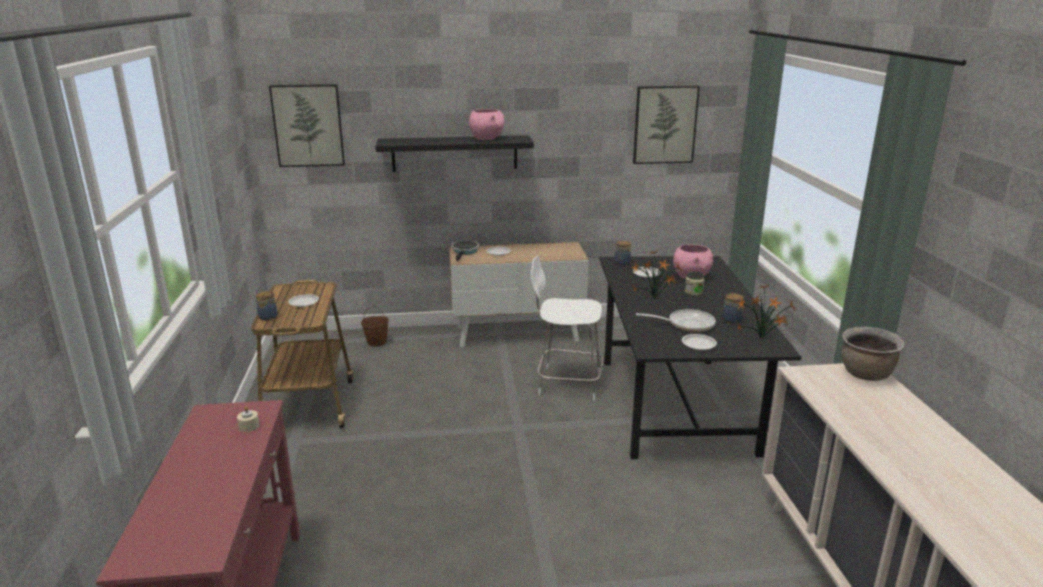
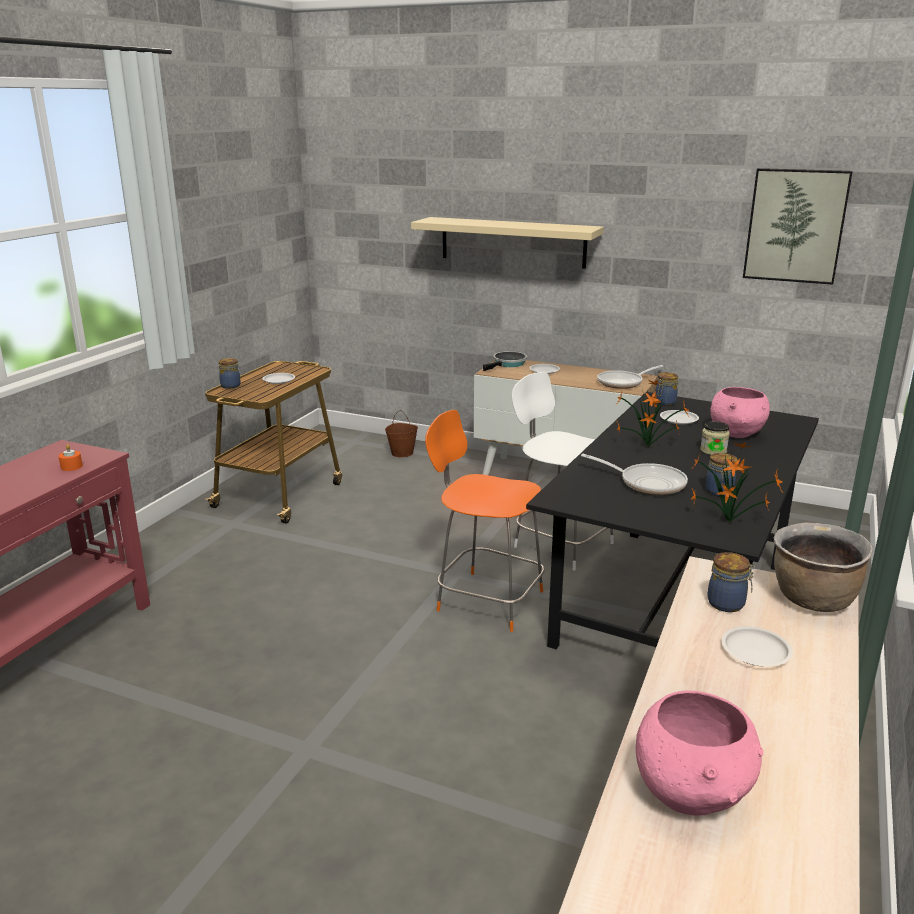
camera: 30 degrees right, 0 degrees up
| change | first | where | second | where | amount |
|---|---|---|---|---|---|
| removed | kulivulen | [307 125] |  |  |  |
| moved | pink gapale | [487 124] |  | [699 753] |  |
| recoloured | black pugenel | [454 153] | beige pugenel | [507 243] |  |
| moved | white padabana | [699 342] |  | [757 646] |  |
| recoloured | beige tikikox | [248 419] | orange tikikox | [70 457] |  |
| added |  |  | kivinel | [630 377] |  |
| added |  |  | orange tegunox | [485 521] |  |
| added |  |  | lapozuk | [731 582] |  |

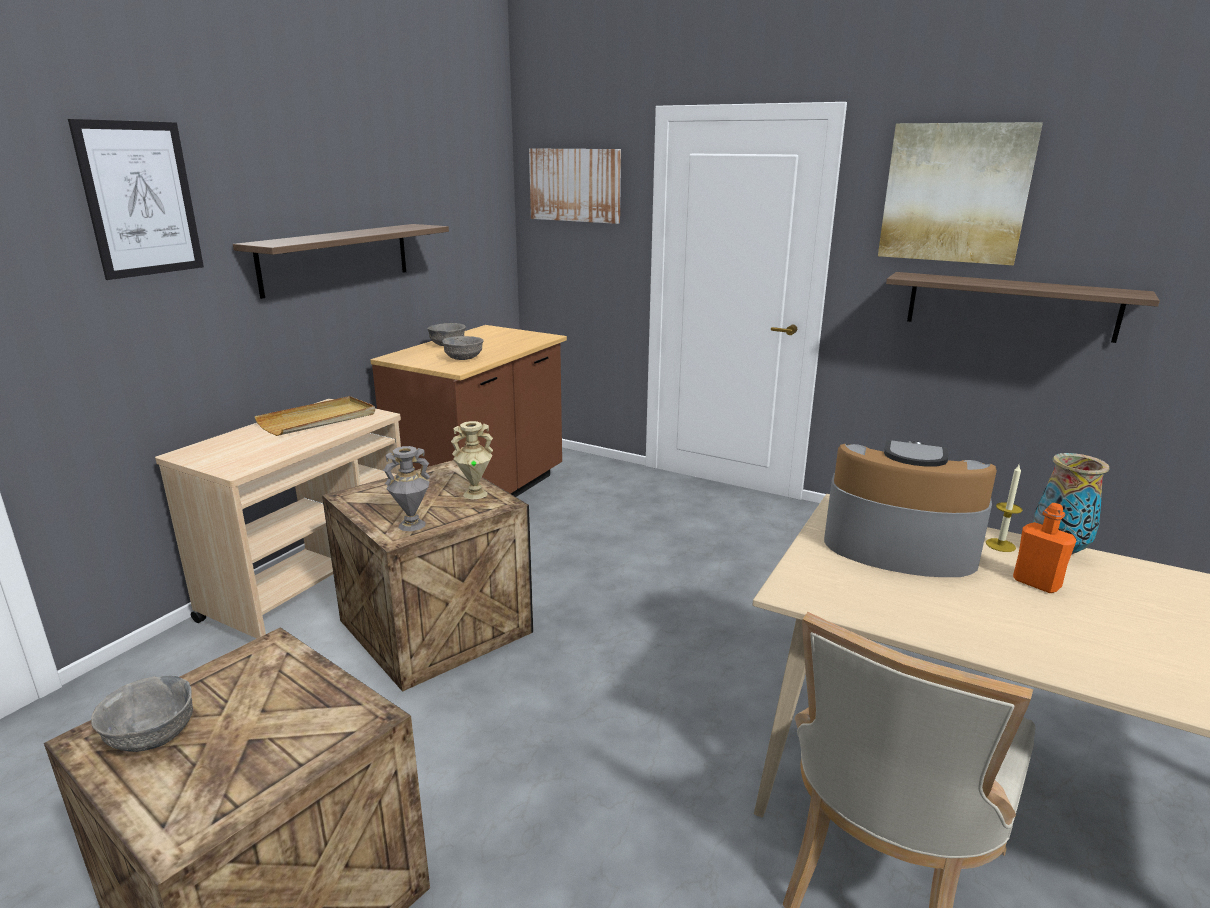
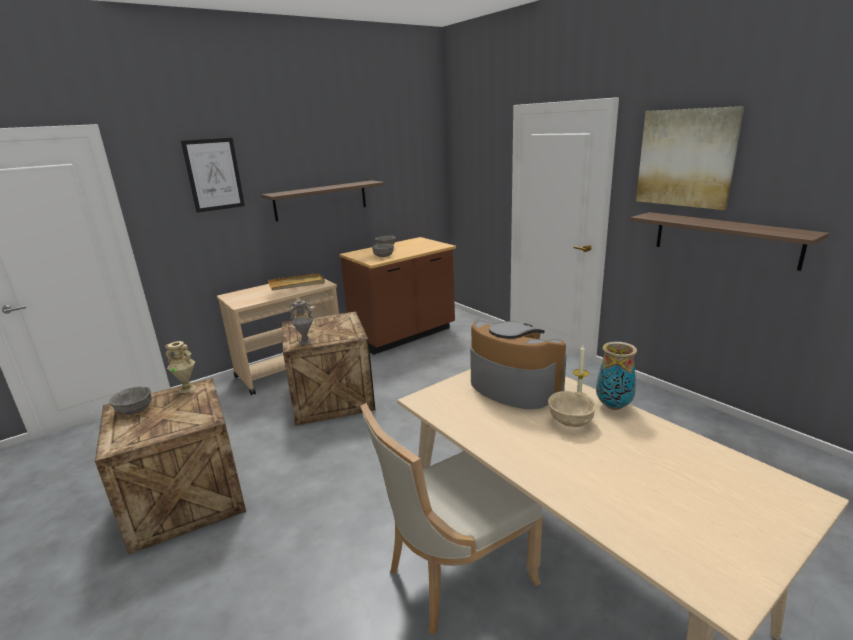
camera: 25 degrees right, 0 degrees up
| change | first | where | second | where | amount |
|---|---|---|---|---|---|
| removed | kulivulen | [575 186] |  |  |  |
| moved | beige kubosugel | [472 460] |  | [180 367] |  |
| replaced | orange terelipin | [1044 548] | beige gapale | [572 409] |  |

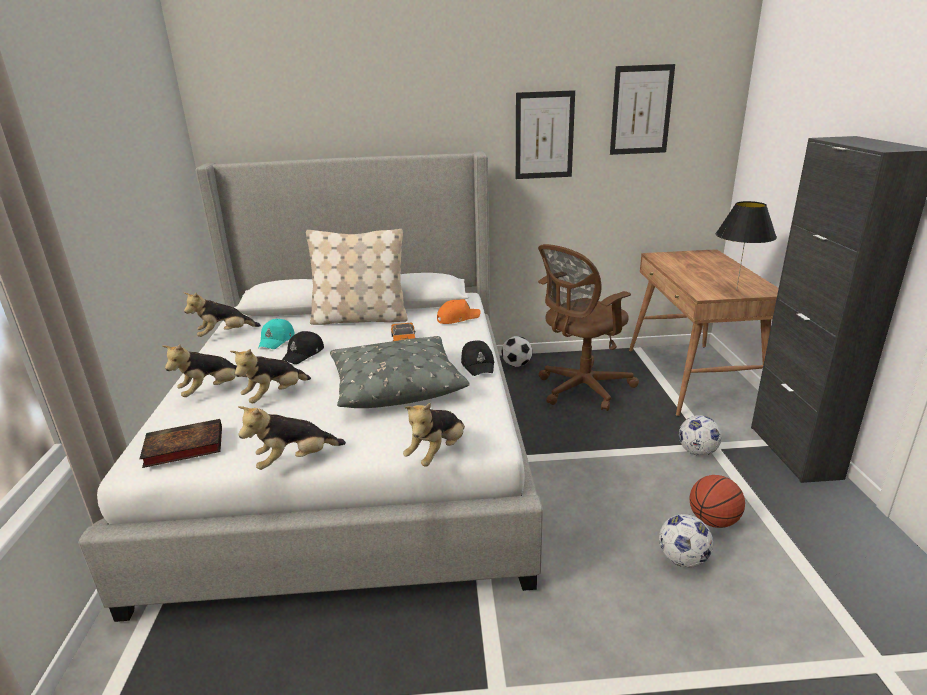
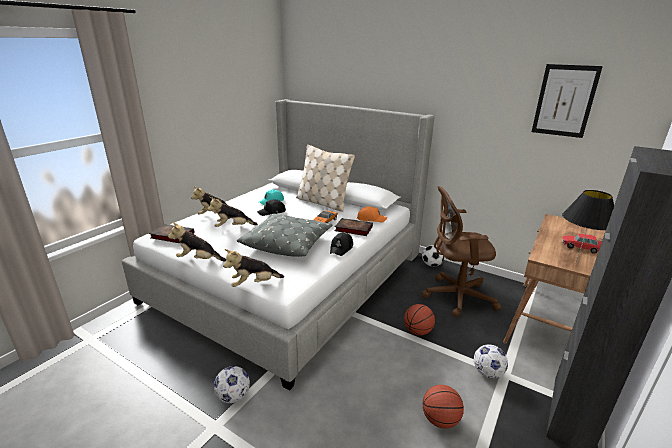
camera: 35 degrees right, 0 degrees up
| change | first | where | second | where | amount |
|---|---|---|---|---|---|
| removed | kulivulen | [545 134] |  |  |  |
| removed | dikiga | [222 315] |  |  |  |
| moved | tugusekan | [686 541] |  | [232 384] |  |
| added |  |  | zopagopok | [354 227] |  |
| added |  |  | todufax | [582 243] |  |
| added |  |  | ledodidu | [419 319] |  |

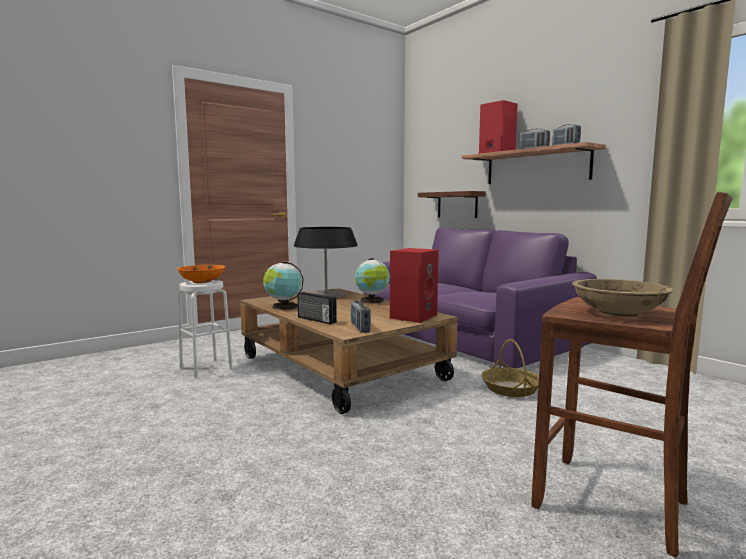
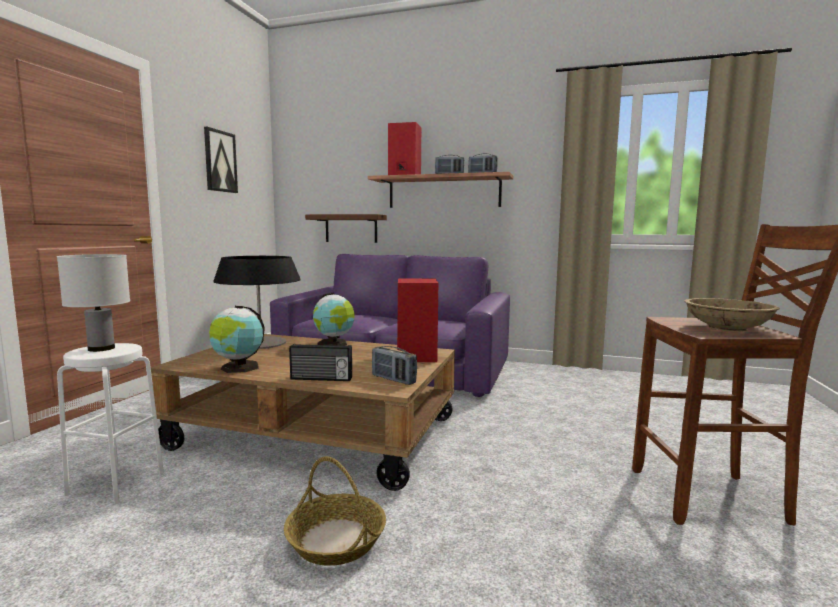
camera: 35 degrees left, 0 degrees up
| change | first | where | second | where | amount |
|---|---|---|---|---|---|
| replaced | orange gapale | [201 274] | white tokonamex | [93 303] |  |
| moved | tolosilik | [510 368] |  | [335 511] |  |
| added |  |  | kulivulen | [221 160] |  |

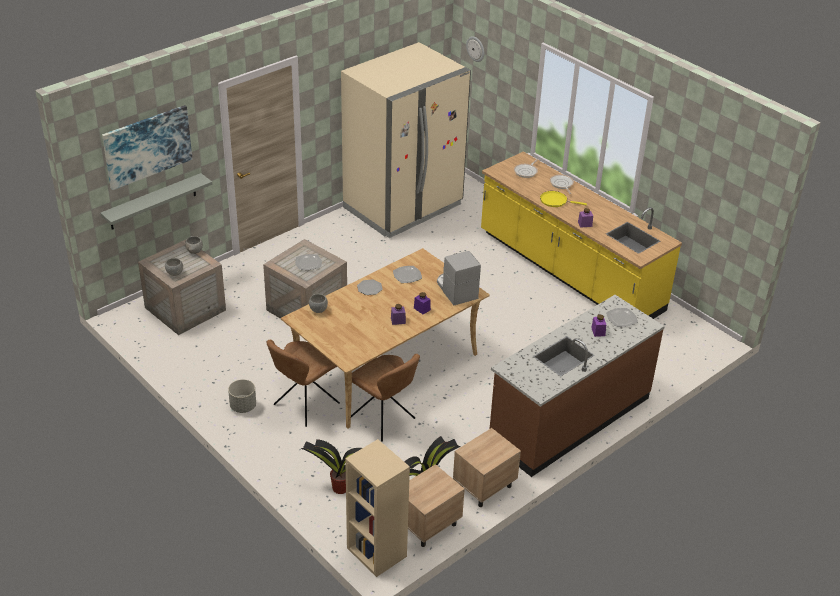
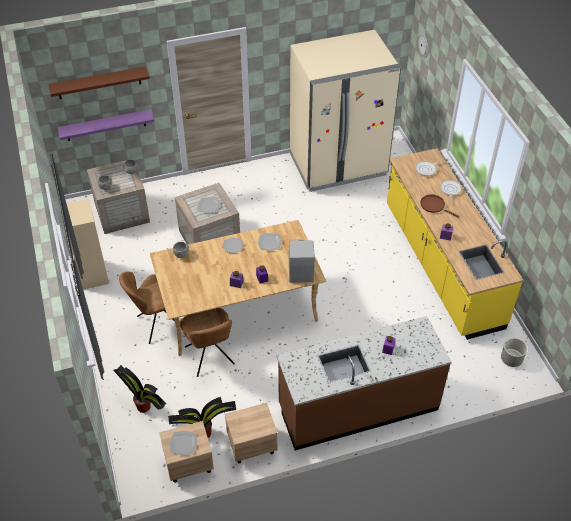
camera: 25 degrees right, 10 degrees up
| change | first | where | second | where | amount |
|---|---|---|---|---|---|
| replaced | kulivulen | [147 147] | brown pugenel | [99 82] |  |
| recoloured | grey pugenel | [156 201] | purple pugenel | [105 125] |  |
| recoloured | yellow kivinel | [563 199] | brown kivinel | [439 206] |  |
| moved | padabana | [622 317] |  | [183 443] |  |
| moved | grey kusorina | [242 396] |  | [514 352] |  |
| moved | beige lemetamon | [377 508] |  | [87 244] |  |

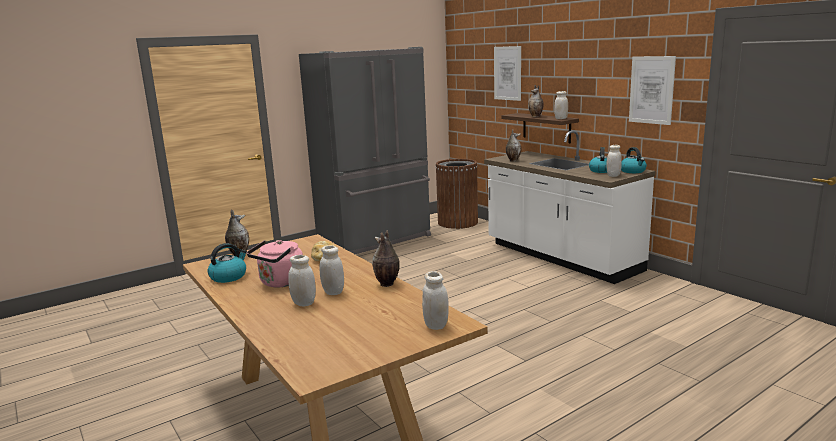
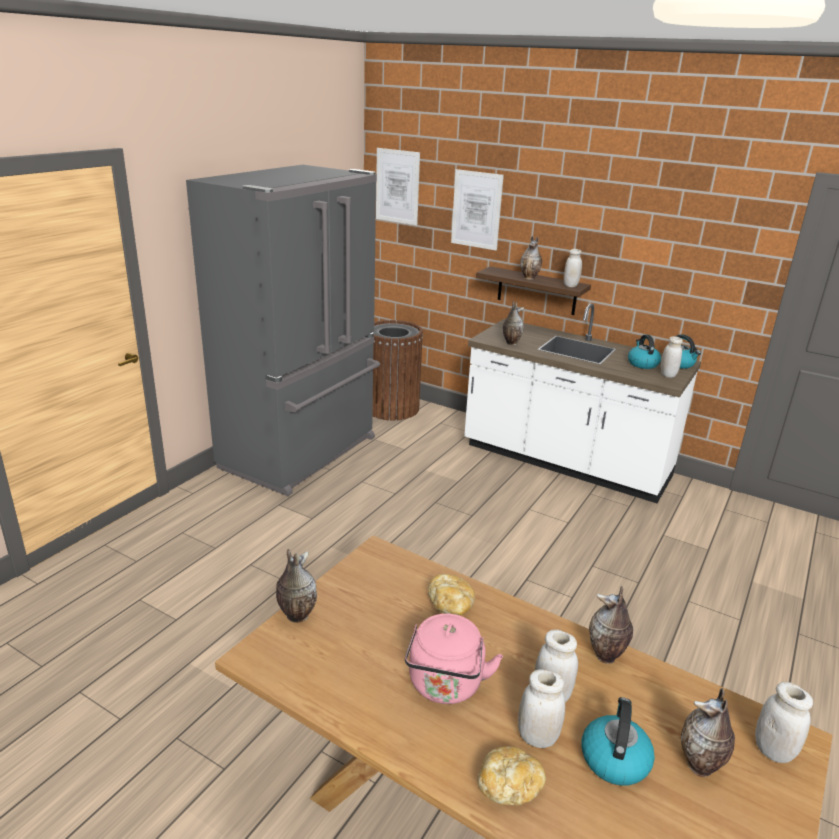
camera: 25 degrees left, 10 degrees up
| change | first | where | second | where | amount |
|---|---|---|---|---|---|
| moved | kulivulen | [652 90] |  | [398 186] |  |
| moved | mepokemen | [227 263] |  | [618 741] |  |
| added |  |  | kubosugel | [708 732] |  |
| added |  |  | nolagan | [511 776] |  |

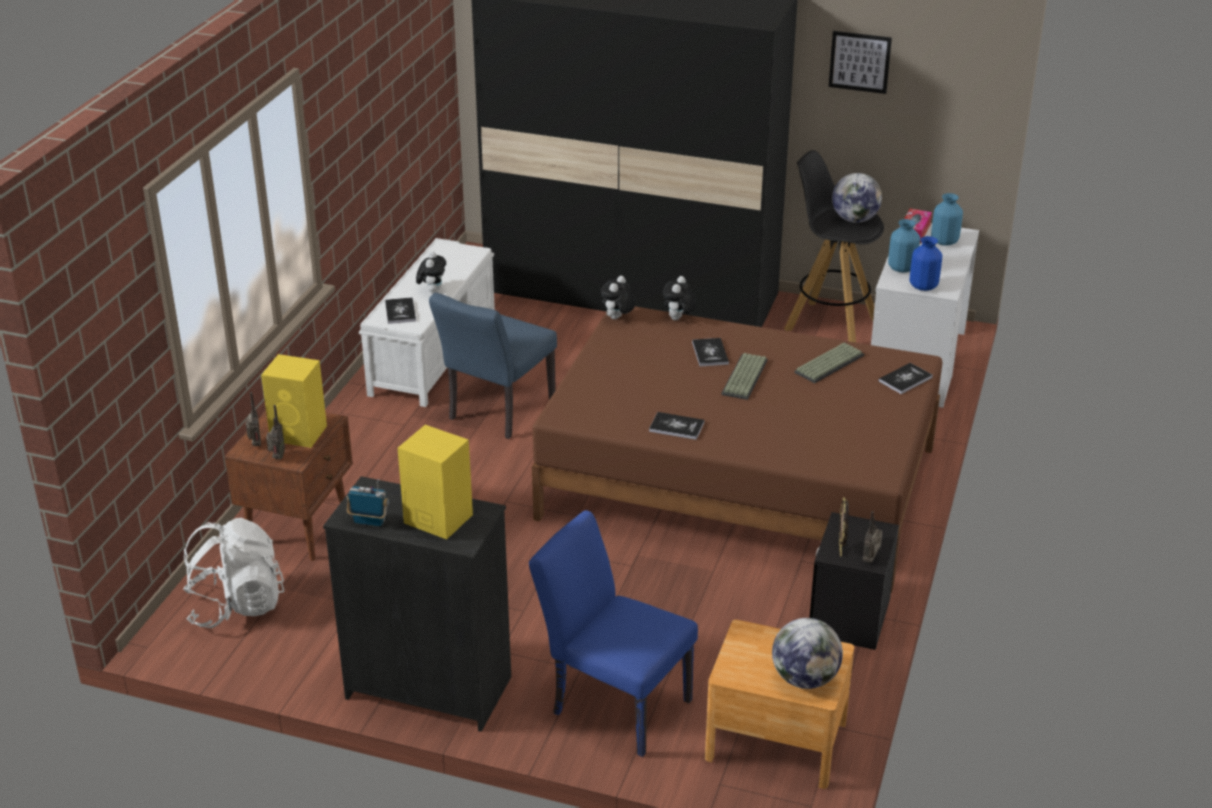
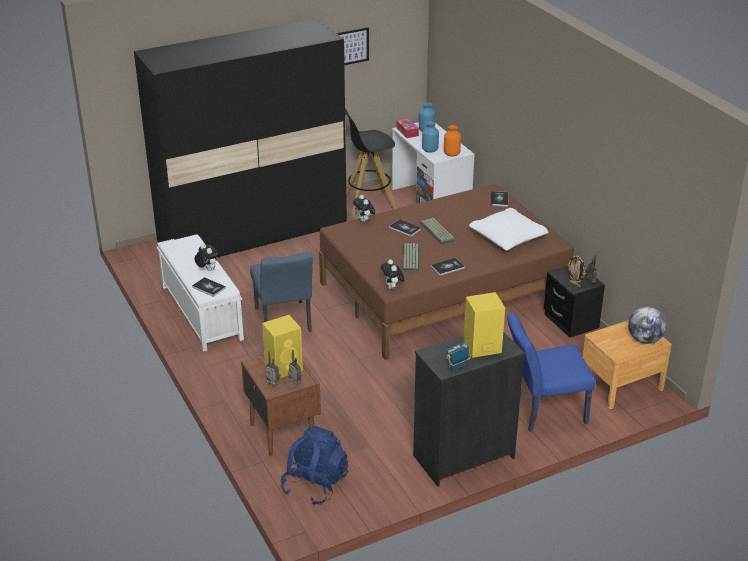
camera: 45 degrees left, 0 degrees up
| change | first | where | second | where | amount |
|---|---|---|---|---|---|
| removed | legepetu | [857 198] |  |  |  |
| recoloured | blue kubosugel | [926 263] | orange kubosugel | [452 140] |  |
| moved | dikiga | [617 297] |  | [392 274] |  |
| moved | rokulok | [829 363] |  | [411 257] |  |
| recoloured | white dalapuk | [233 573] | blue dalapuk | [314 465] |  |
| added |  |  | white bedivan | [508 229] |  |

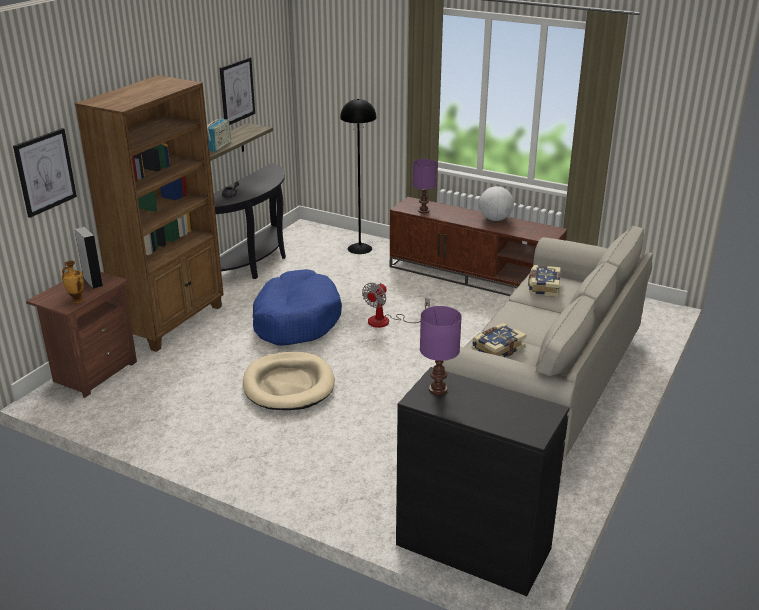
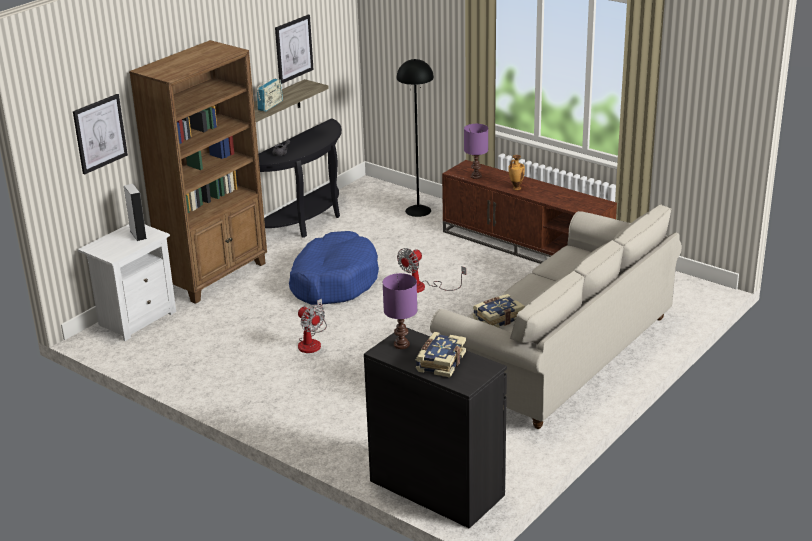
camera: 10 degrees right, 0 degrees up
| change | first | where | second | where | amount |
|---|---|---|---|---|---|
| removed | legepetu | [496 203] |  |  |  |
| moved | kubosugel | [73 282] |  | [516 172] |  |
| moved | zopagopok | [544 281] |  | [441 355] |  |
| recoloured | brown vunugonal | [81 334] | white vunugonal | [127 282] |  |
| replaced | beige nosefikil | [289 381] | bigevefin | [312 326] |  |

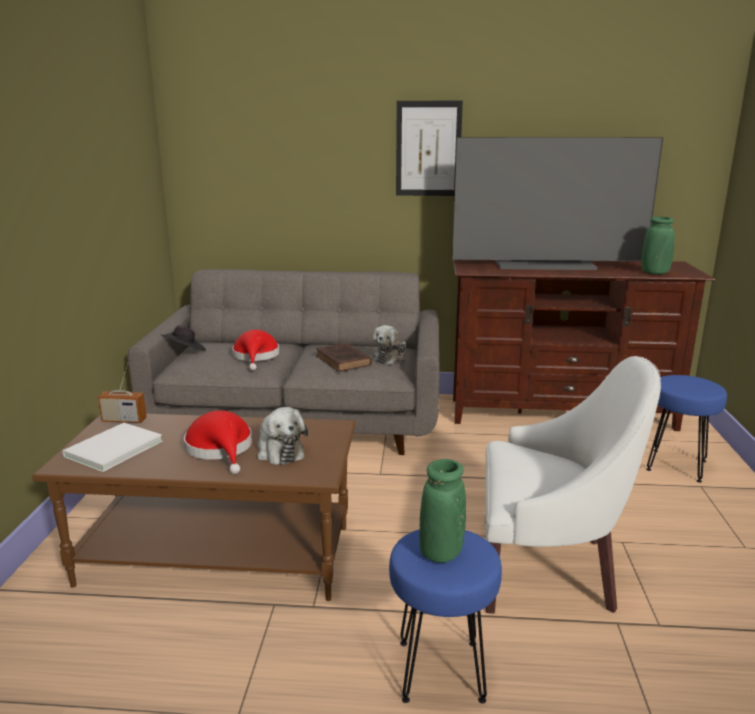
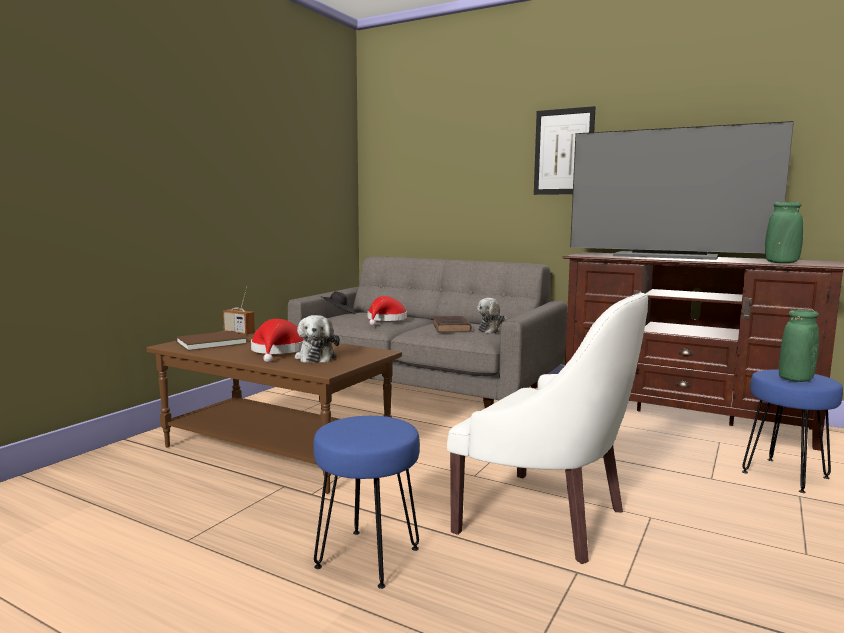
camera: 25 degrees right, 10 degrees down
| change | first | where | second | where | amount |
|---|---|---|---|---|---|
| recoloured | white zopagopok | [112 447] | brown zopagopok | [211 341] |  |
| moved | green kubosugel | [442 511] |  | [799 346] |  |

